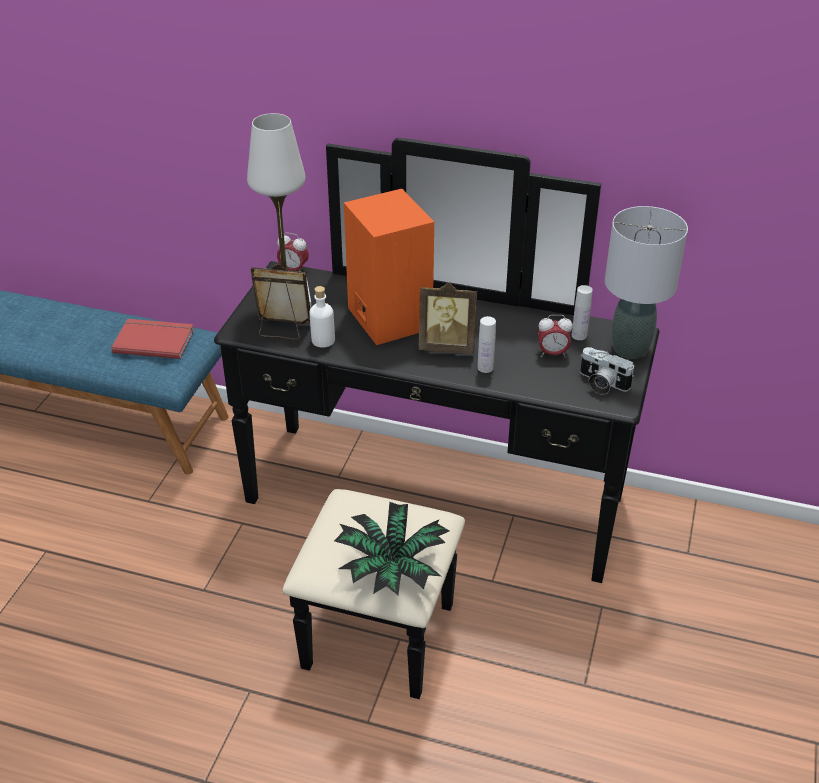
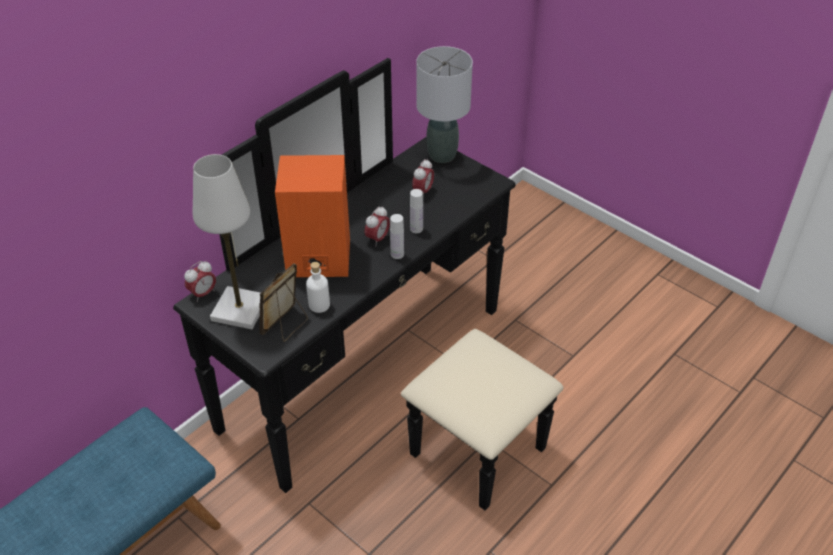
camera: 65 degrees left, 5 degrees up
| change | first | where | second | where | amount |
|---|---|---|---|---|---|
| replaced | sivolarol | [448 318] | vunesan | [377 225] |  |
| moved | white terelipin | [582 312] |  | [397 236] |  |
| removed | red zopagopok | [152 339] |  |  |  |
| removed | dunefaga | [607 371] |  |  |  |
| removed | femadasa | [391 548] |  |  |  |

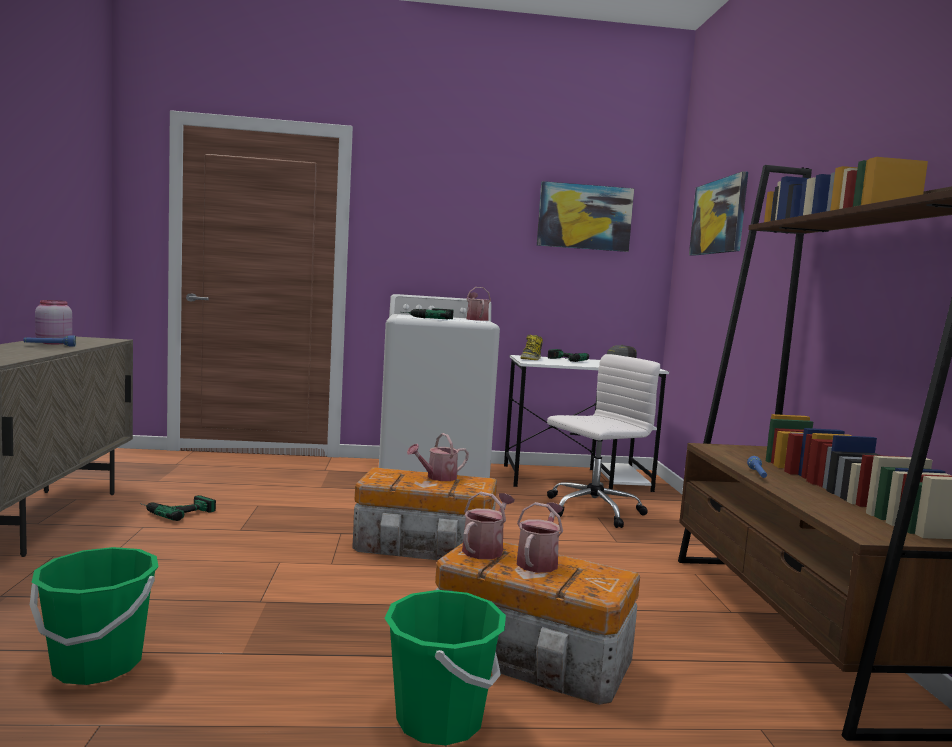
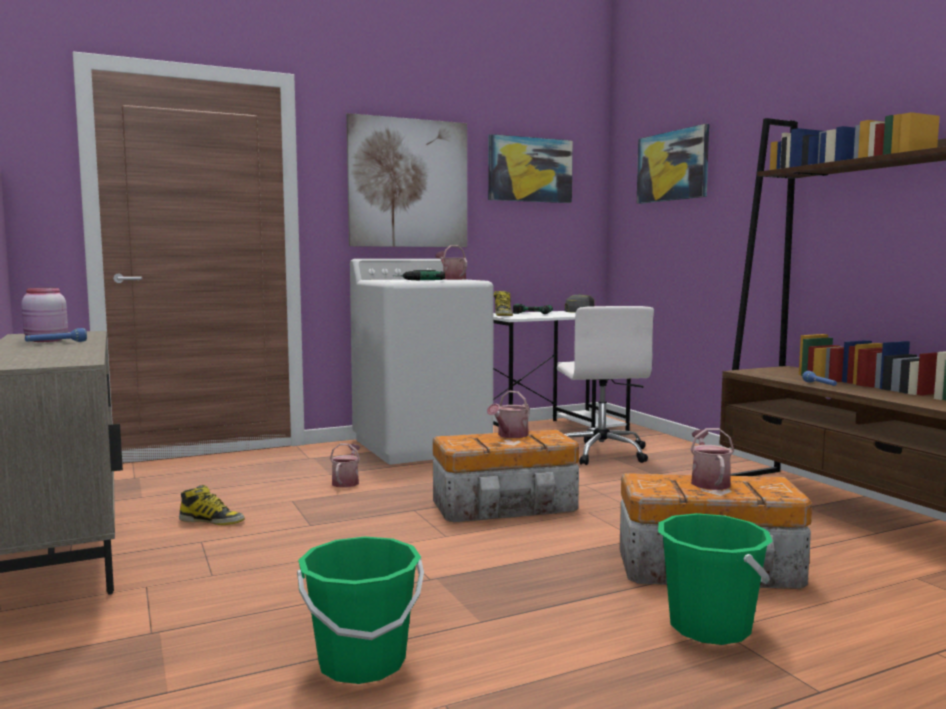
camera: 20 degrees left, 0 degrees up
| change | first | where | second | where | amount |
|---|---|---|---|---|---|
| turned | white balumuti | [603 441] |  | [605 385] | 135 degrees clockwise |
| moved | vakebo | [488 525] |  | [345 465] |  |
| replaced | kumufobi | [178 508] | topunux | [212 505] |  |
| added |  |  | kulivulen | [406 180] |  |

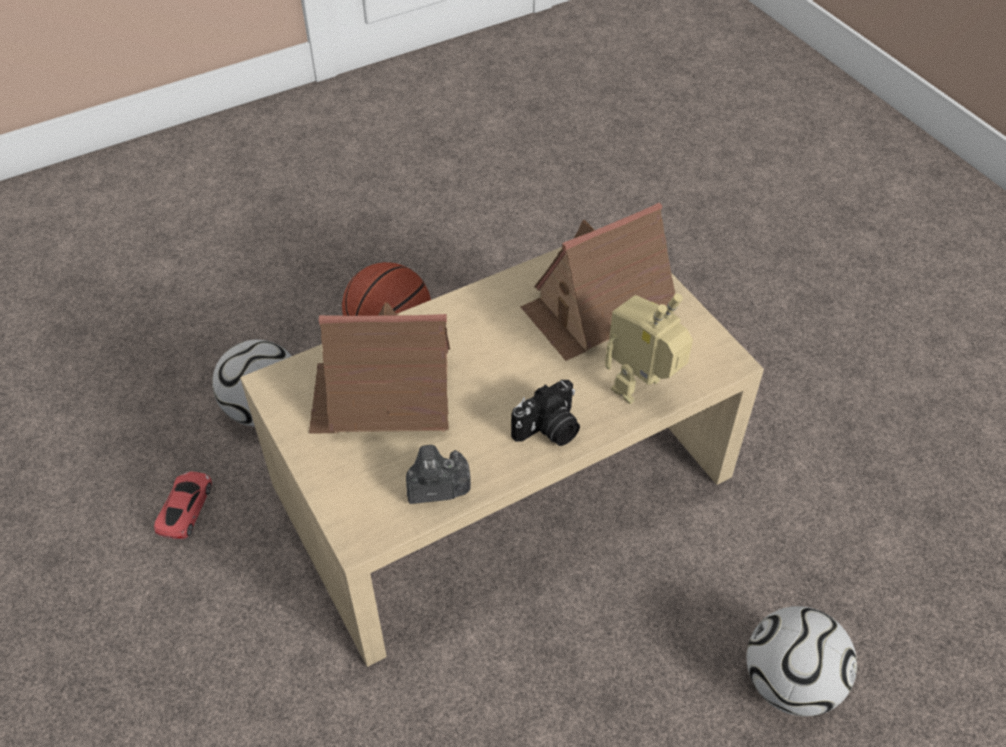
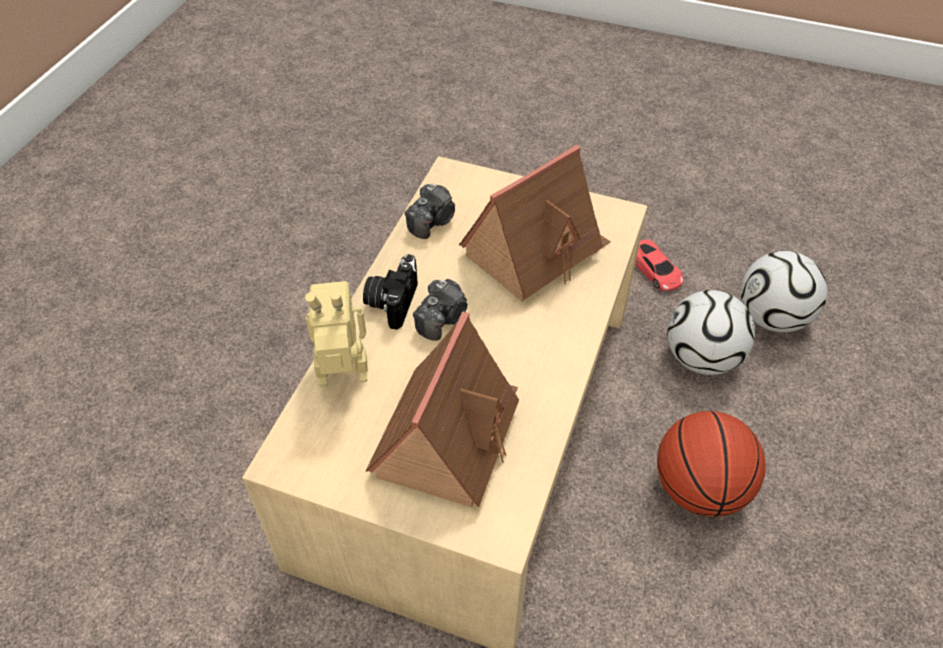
camera: 140 degrees right, 0 degrees up
| change | first | where | second | where | amount |
|---|---|---|---|---|---|
| turned | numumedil | [649 349] |  | [336 334] | 105 degrees counterclockwise |
| moved | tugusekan | [802 661] |  | [784 291] |  |
| added |  |  | dunefaga | [440 310] |  |

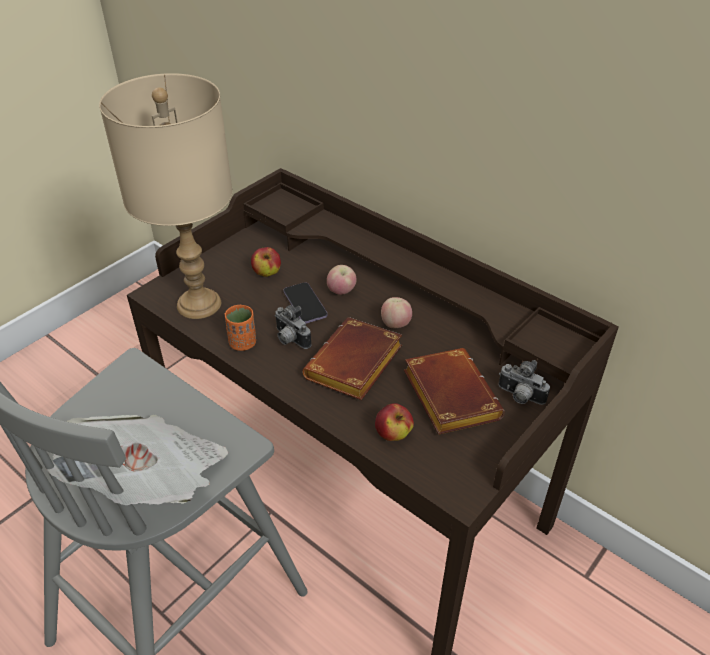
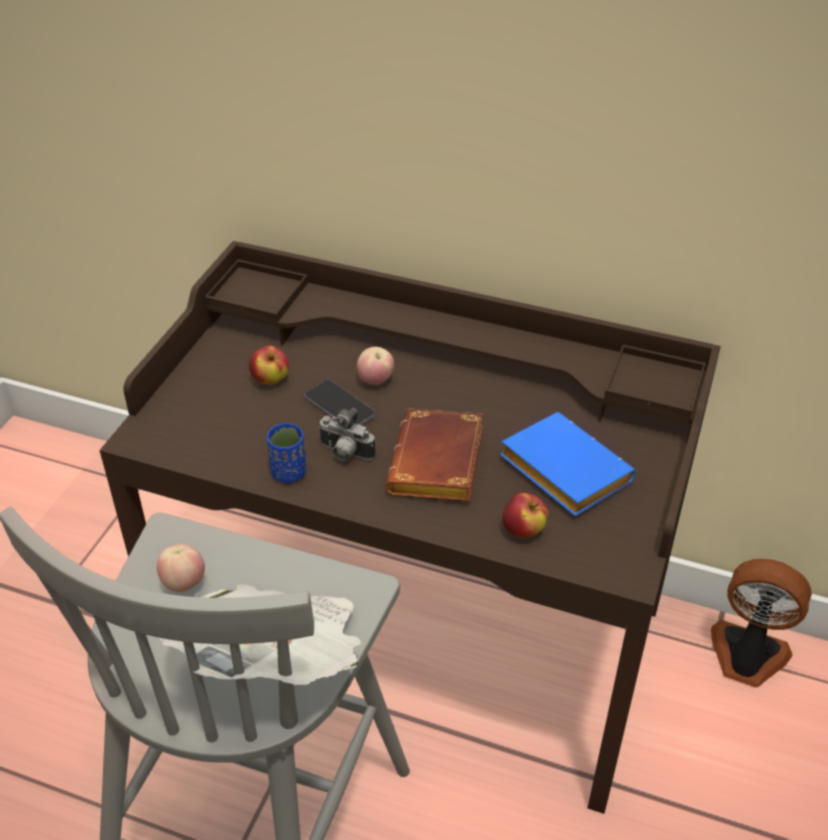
camera: 20 degrees left, 0 degrees up
| change | first | where | second | where | amount |
|---|---|---|---|---|---|
| removed | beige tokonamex | [166 196] |  |  |  |
| moved | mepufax | [396 312] |  | [181 568] |  |
| recoloured | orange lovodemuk | [240 328] | blue lovodemuk | [286 453] |  |
| recoloured | brown zopagopok | [454 391] | blue zopagopok | [568 464] |  |
| removed | dunefaga | [524 382] |  |  |  |
| added |  |  | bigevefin | [761 623] |  |

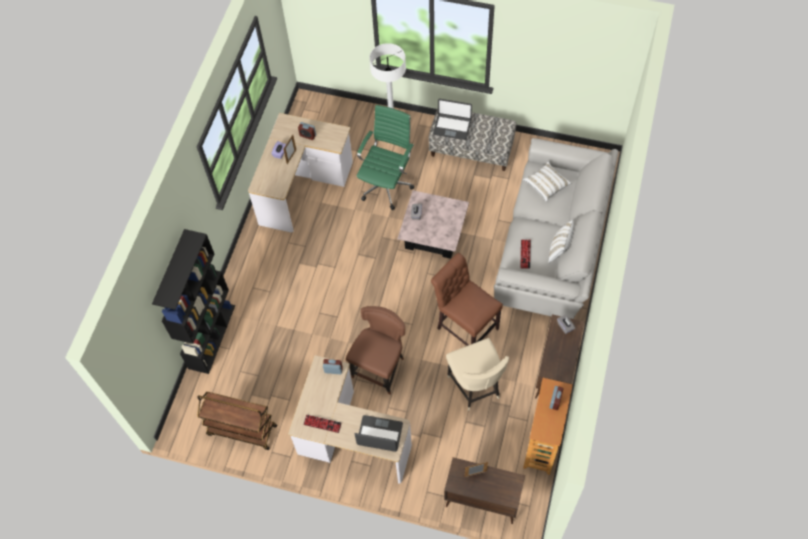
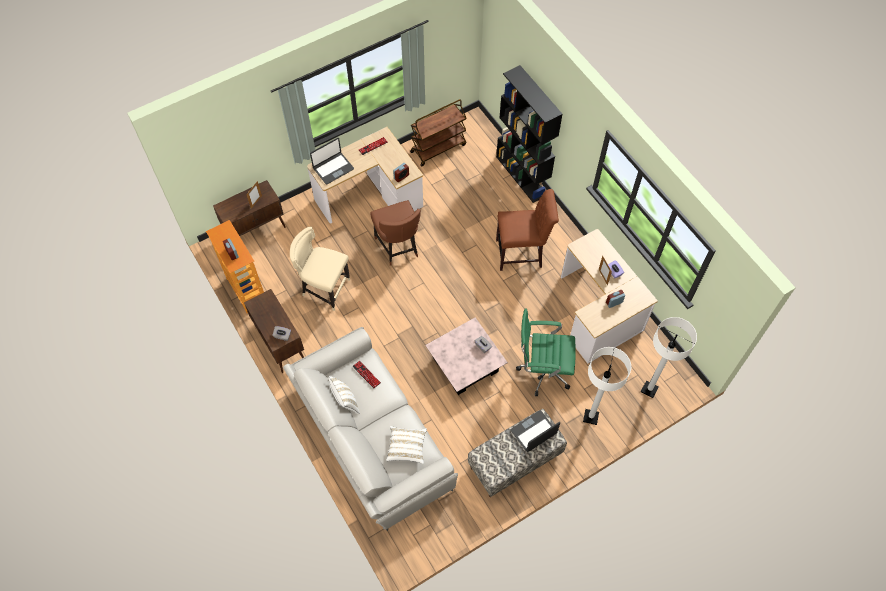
camera: 130 degrees right, 0 degrees up
| change | first | where | second | where | amount |
|---|---|---|---|---|---|
| turned | green balumuti | [385 157] |  | [546 352] | 120 degrees clockwise |
| moved | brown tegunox | [467 299] |  | [527 230] |  |
| added |  |  | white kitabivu | [668 357] |  |

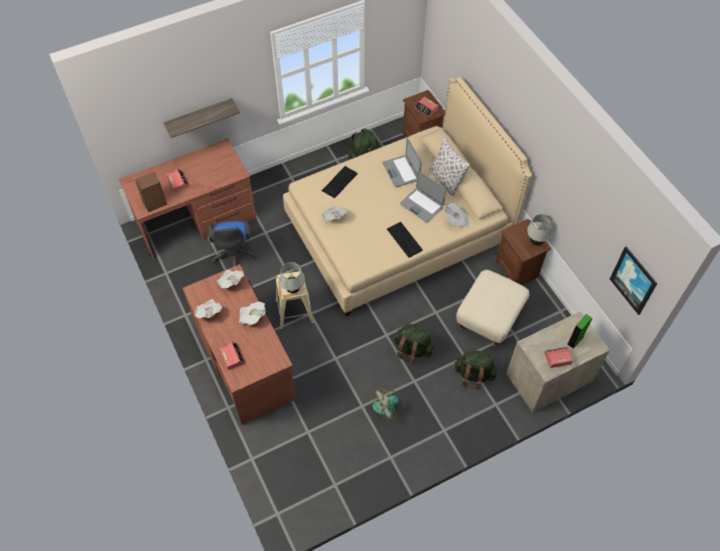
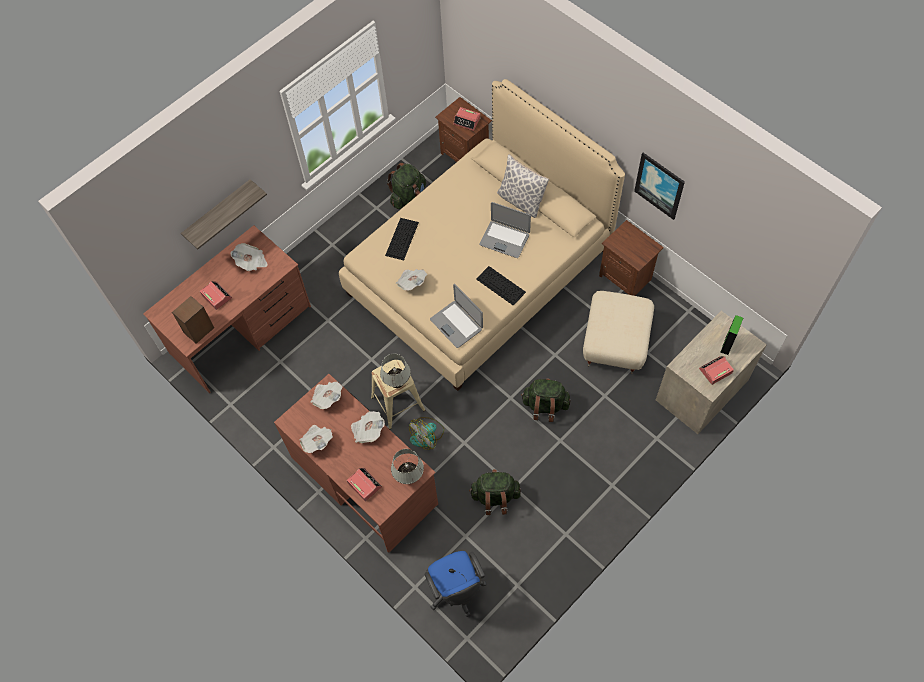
camera: 15 degrees left, 5 degrees up
| change | first | where | second | where | amount |
|---|---|---|---|---|---|
| moved | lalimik | [402 162] |  | [456 316] |  |
| moved | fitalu | [457 215] |  | [249 257] |  |
| moved | white tokonamex | [539 229] |  | [407 466] |  |
| moved | blue balumuti | [232 243] |  | [455 584] |  |
| moved | kulivulen | [633 281] |  | [659 186] |  |
| moved | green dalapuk | [475 369] |  | [495 492] |  |
| moved | bigevefin | [388 403] |  | [426 433] |  |

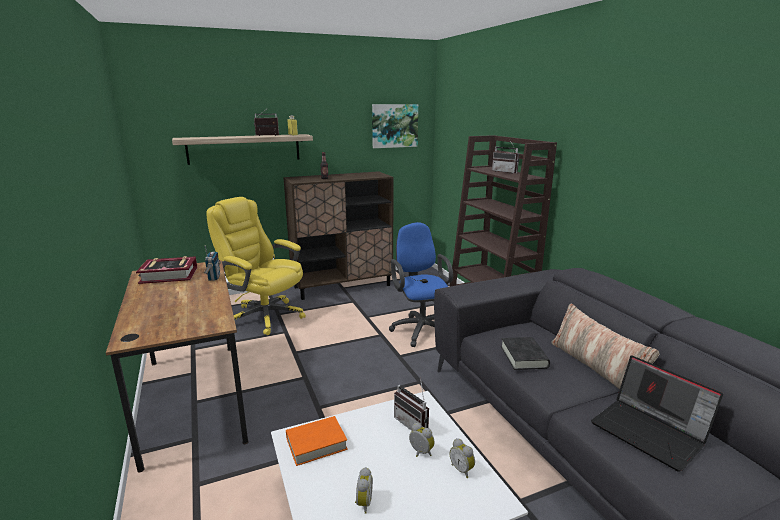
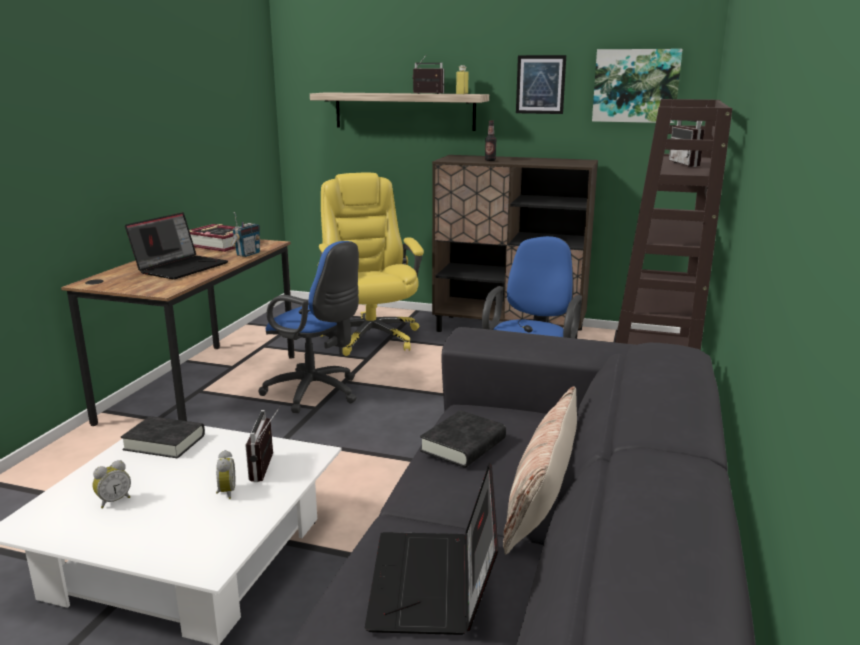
camera: 40 degrees right, 0 degrees up
| change | first | where | second | where | amount |
|---|---|---|---|---|---|
| recoloured | orange zopagopok | [317 441] | black zopagopok | [163 437] |  |
| removed | vunesan | [462 458] |  |  |  |
| added |  |  | kulivulen | [541 84] |  |
| added |  |  | lalimik | [176 246] |  |
| added |  |  | blue balumuti | [308 327] |  |

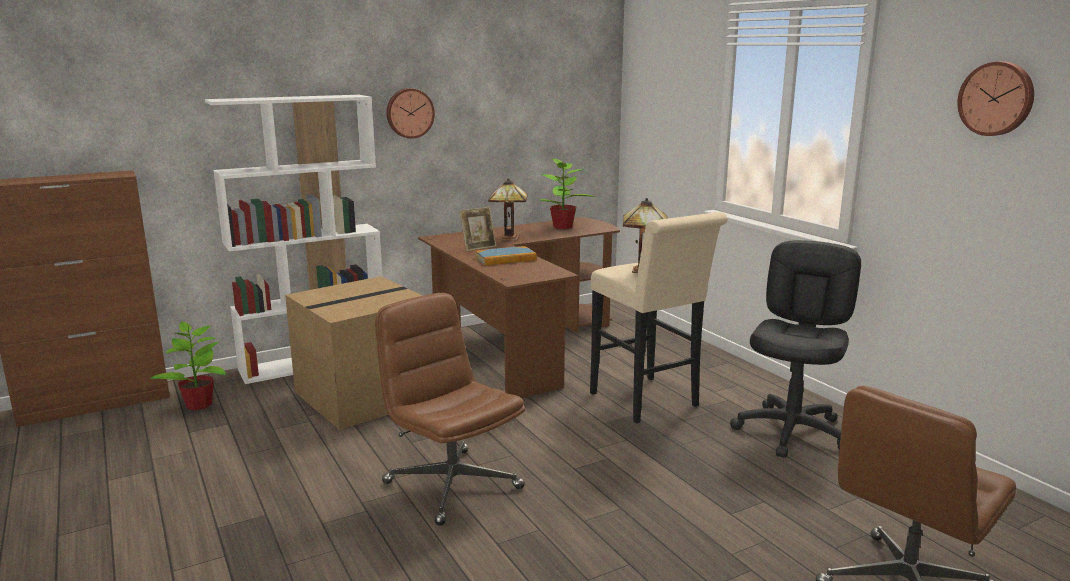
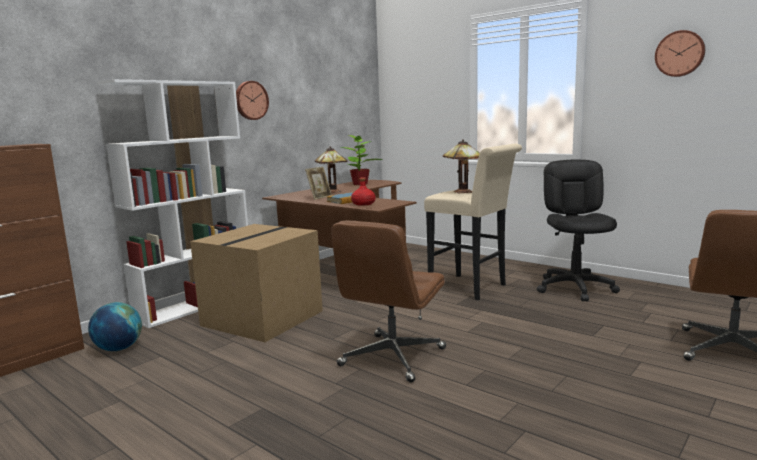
camera: 20 degrees left, 5 degrees down
| change | first | where | second | where | amount |
|---|---|---|---|---|---|
| turned | brown balumuti | [450 409] |  | [389 301] | 90 degrees counterclockwise |
| replaced | femadasa | [188 366] | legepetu | [115 326] |  |
| added |  |  | red terelipin | [363 191] |  |

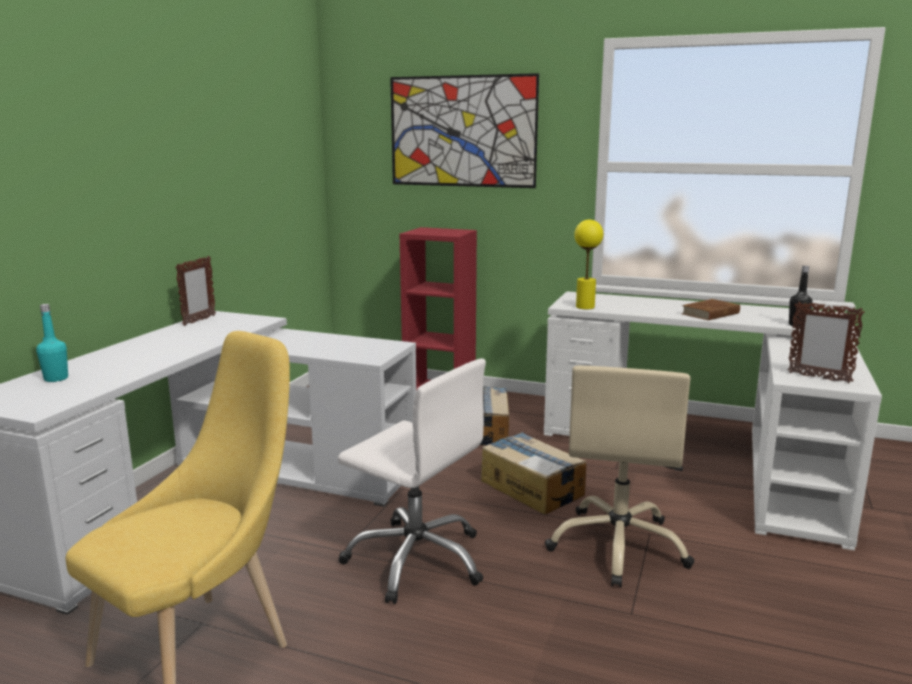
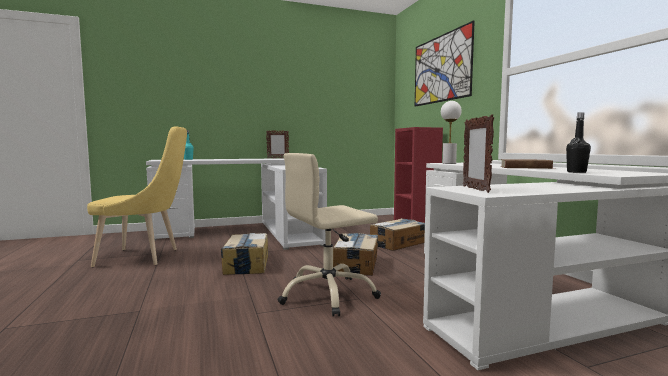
camera: 50 degrees right, 10 degrees down
| change | first | where | second | where | amount |
|---|---|---|---|---|---|
| recoloured | yellow tokonamex | [588 264] | white tokonamex | [451 132] |  |
| replaced | white balumuti | [412 481] | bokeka | [244 254] |  |

